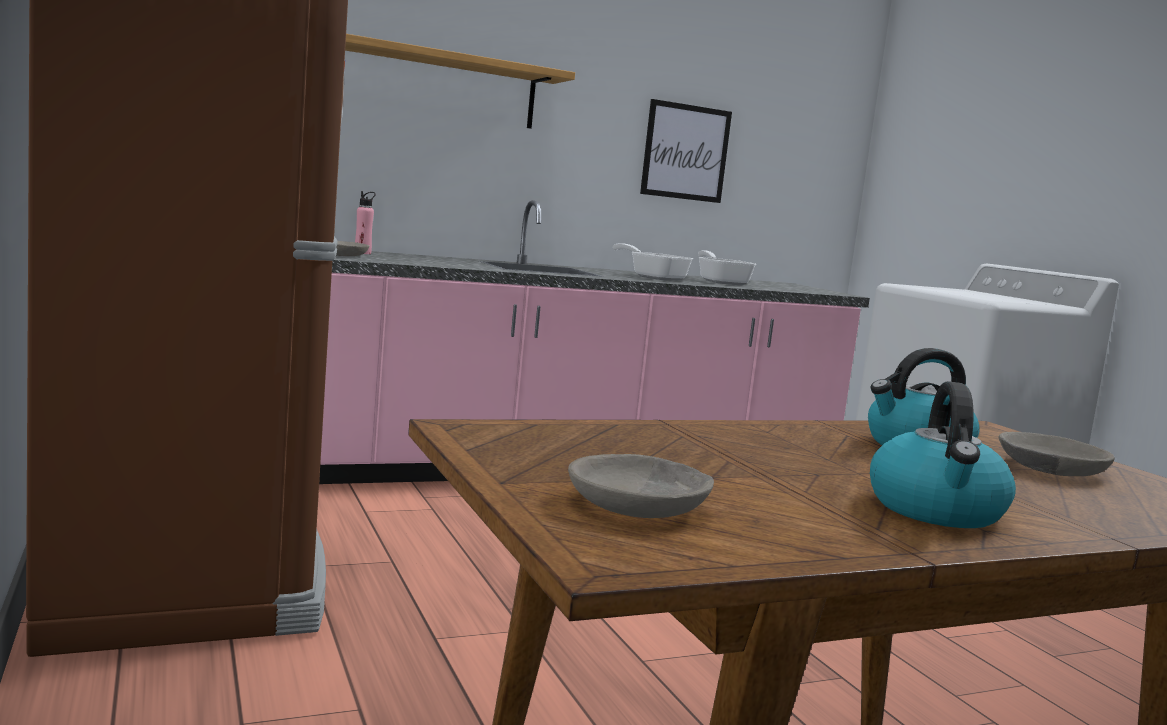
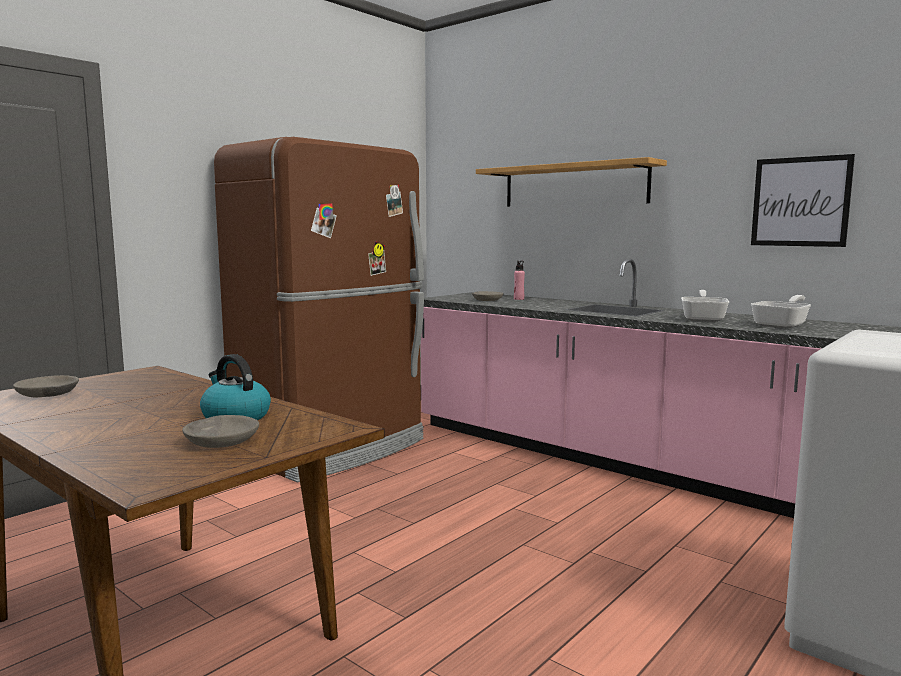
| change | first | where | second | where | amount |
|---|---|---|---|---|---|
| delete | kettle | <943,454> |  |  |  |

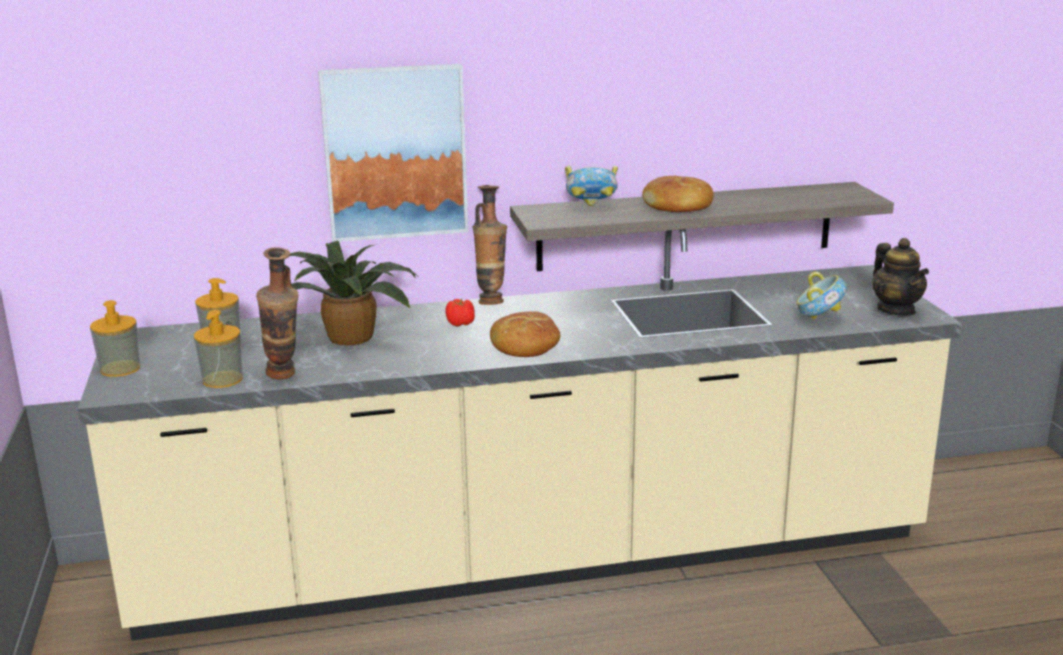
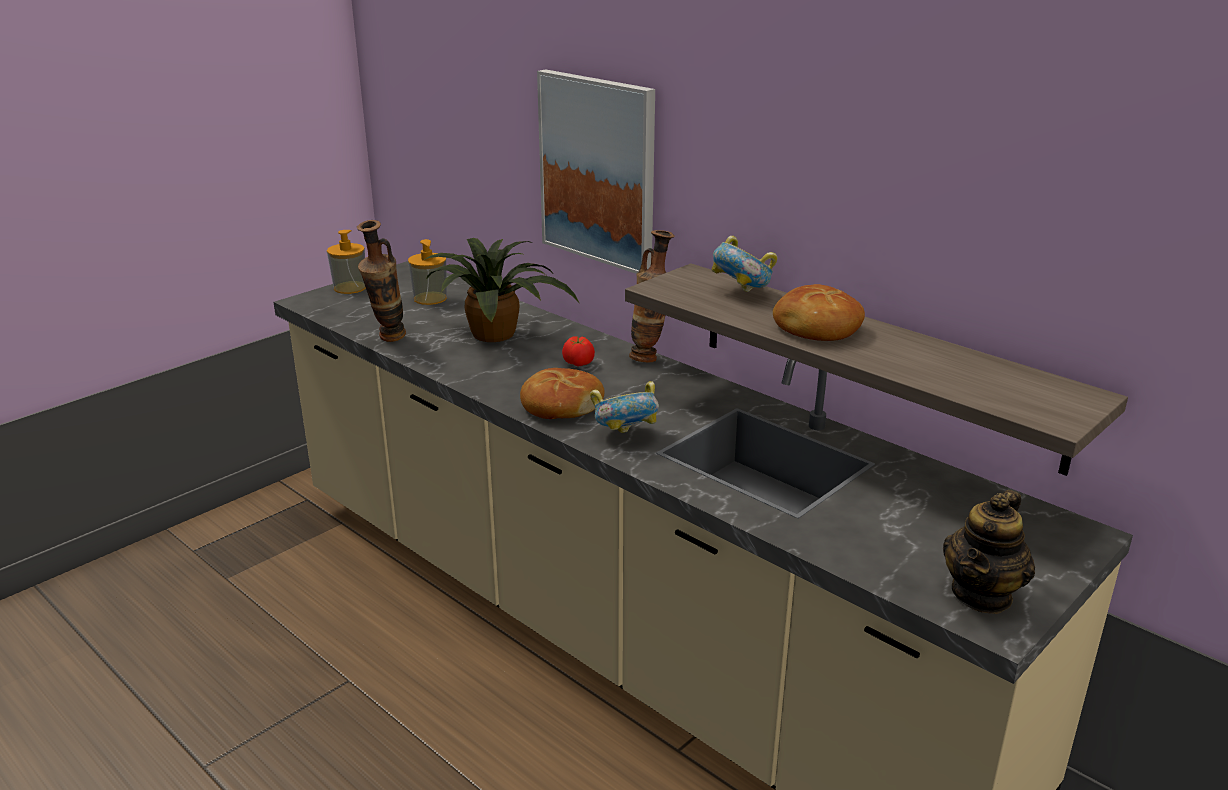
| change | first | where | second | where | amount |
|---|---|---|---|---|---|
| delete | soap_dispenser | <218,349> |  |  |  |
| move | bowl | <821,295> |  | <624,407> |  |

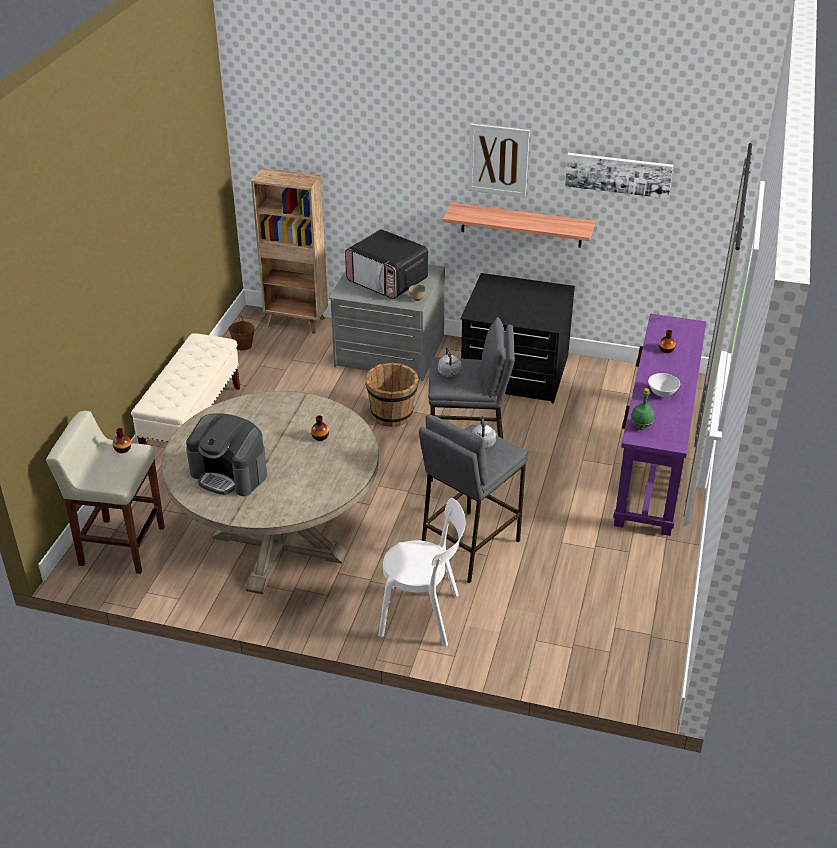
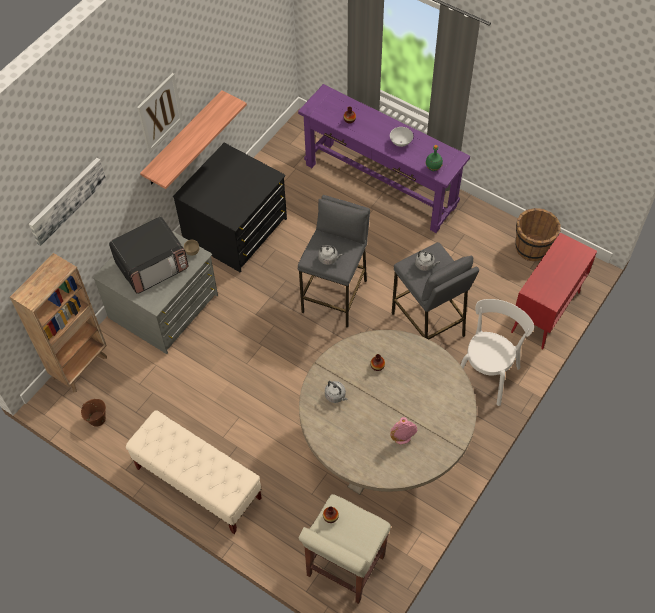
| change | first | where | second | where | amount |
|---|---|---|---|---|---|
| replace | coffee_machine | <226,454> | pink_vase | <403,430> |  |
| move | brown_bucket | <392,395> |  | <537,234> |  |
| move | picture | <619,176> |  | <67,202> |  |
| insert |  |  | grey_kettle | <336,392> |  |
| insert |  |  | red_cabinet | <554,291> |  |

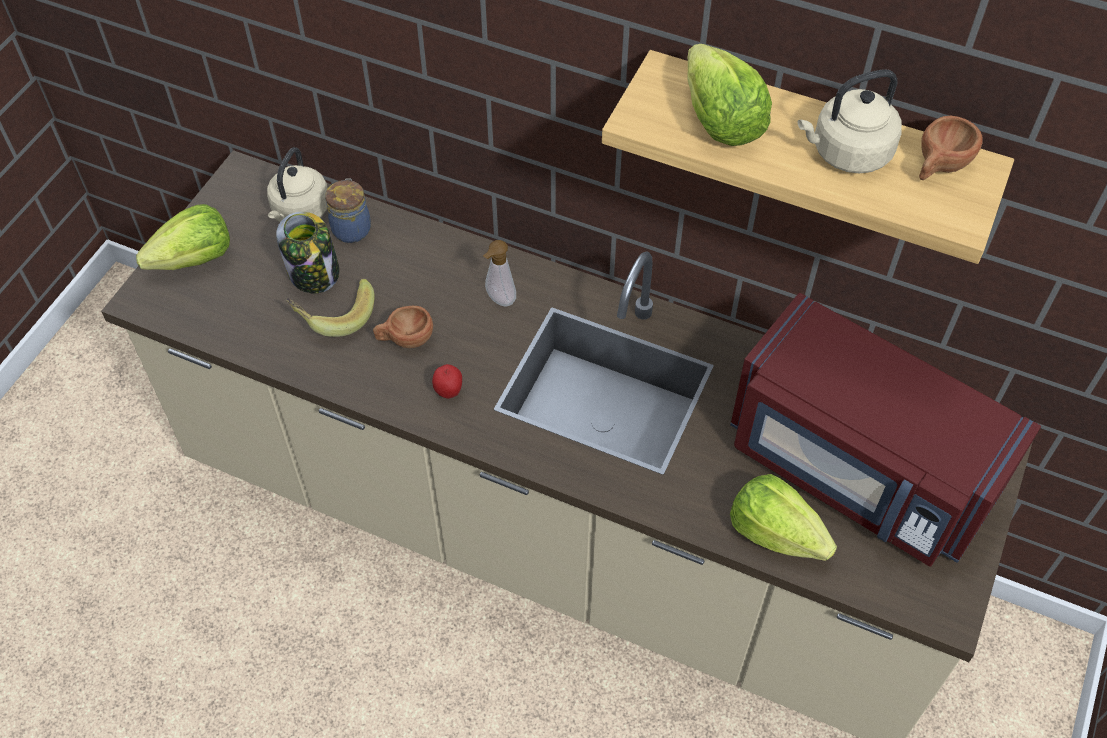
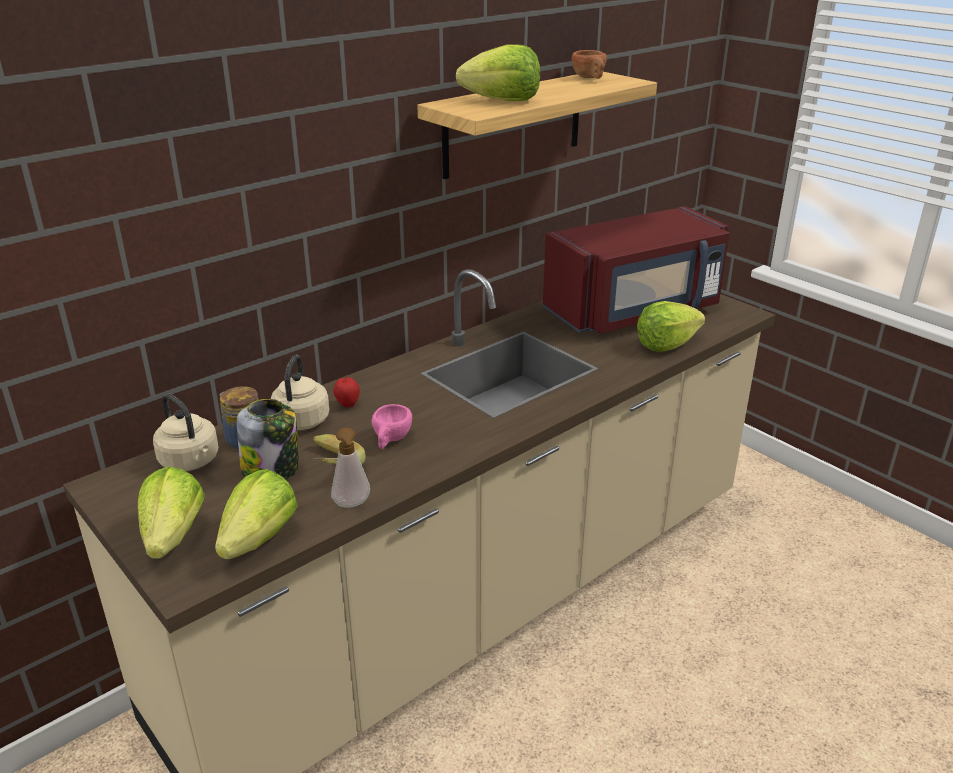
| change | first | where | second | where | amount |
|---|---|---|---|---|---|
| recolor | brown_cup | <403,327> | pink_cup | <391,426> |  |
| move | apple | <447,381> |  | <346,391> |  |
| move | soap_dispenser | <499,273> |  | <350,468> |  |
| move | beige_kettle | <850,122> |  | <300,392> |  |
| insert |  |  | lettuce | <256,514> |  |

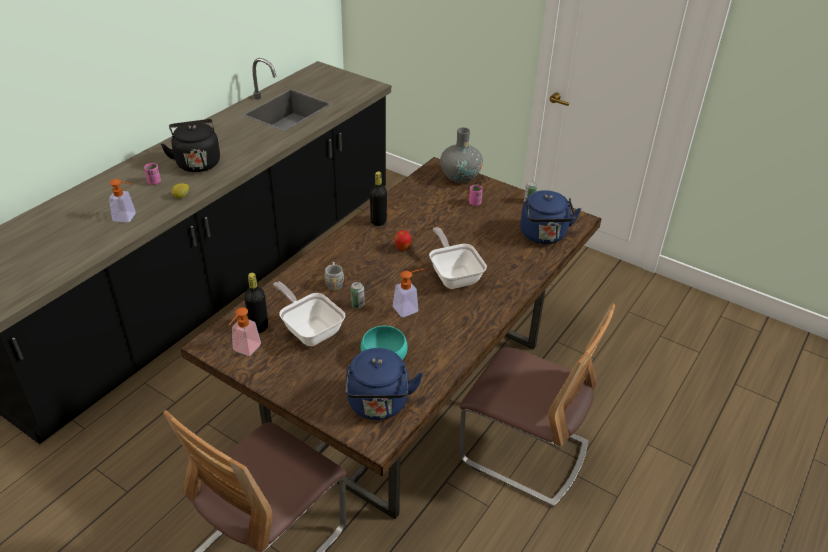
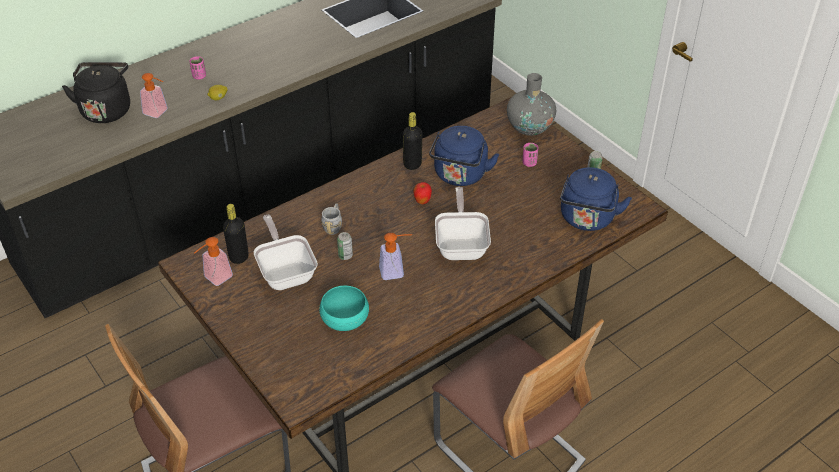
| change | first | where | second | where | amount |
|---|---|---|---|---|---|
| move | black_kettle | <190,145> |  | <96,92> |  |
| move | blue_kettle | <384,384> |  | <464,156> |  |

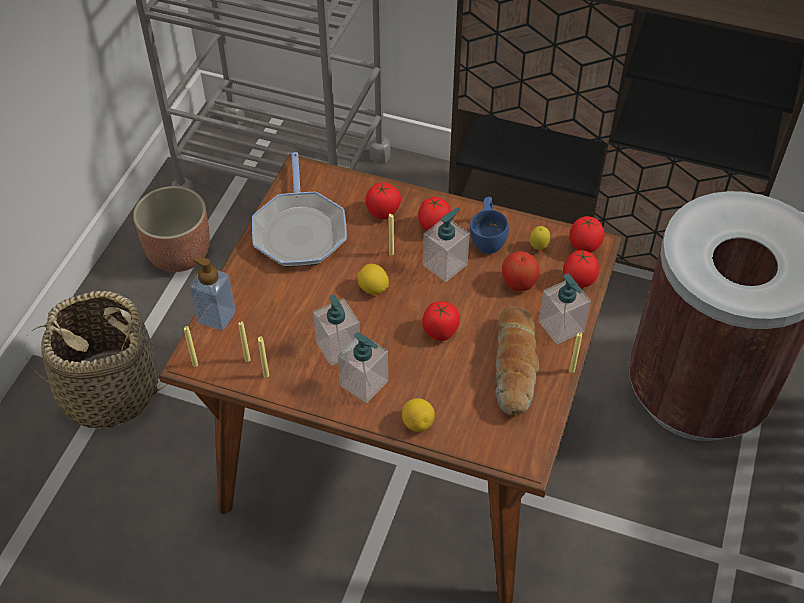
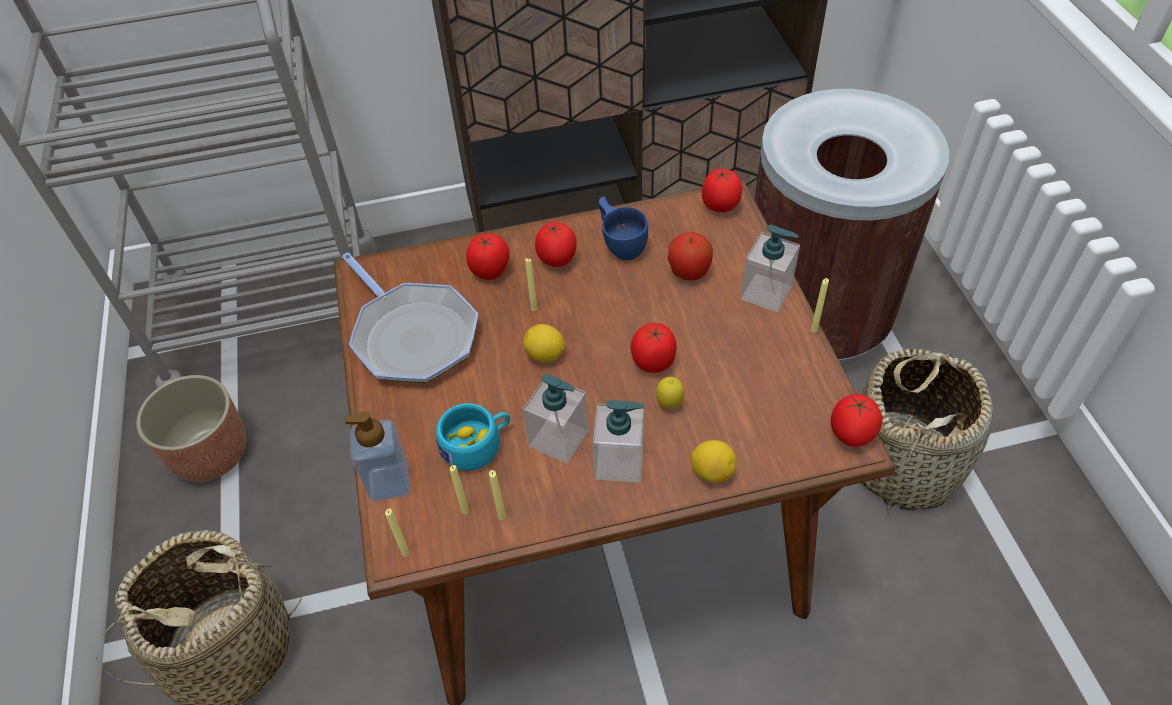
| change | first | where | second | where | amount |
|---|---|---|---|---|---|
| delete | soap_dispenser | <446,245> |  |  |  |
| delete | bread | <517,361> |  |  |  |
| move | lemon | <540,238> |  | <670,393> |  |
| move | tomato | <581,268> |  | <856,420> |  |
| insert |  |  | turquoise_cup | <473,437> |  |
| insert |  |  | basket | <926,429> |  |

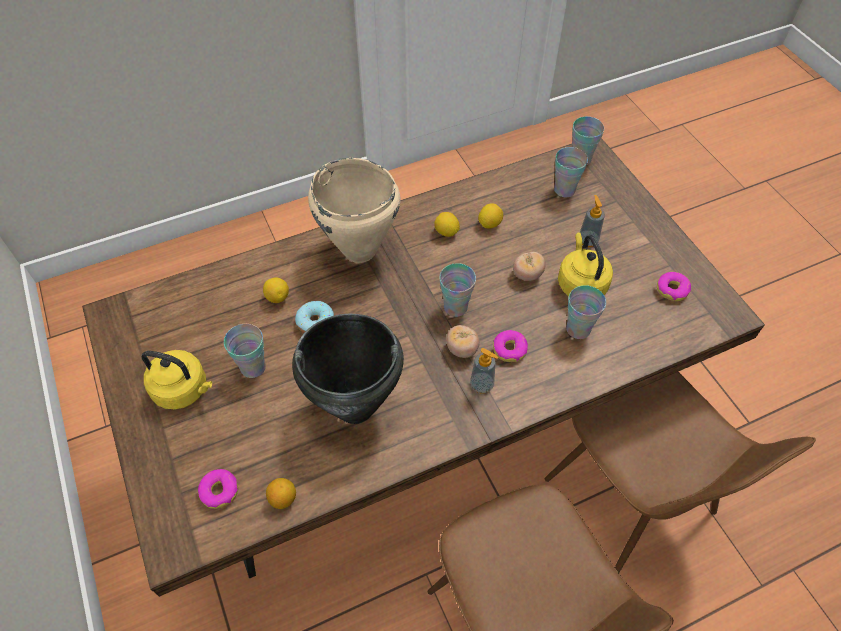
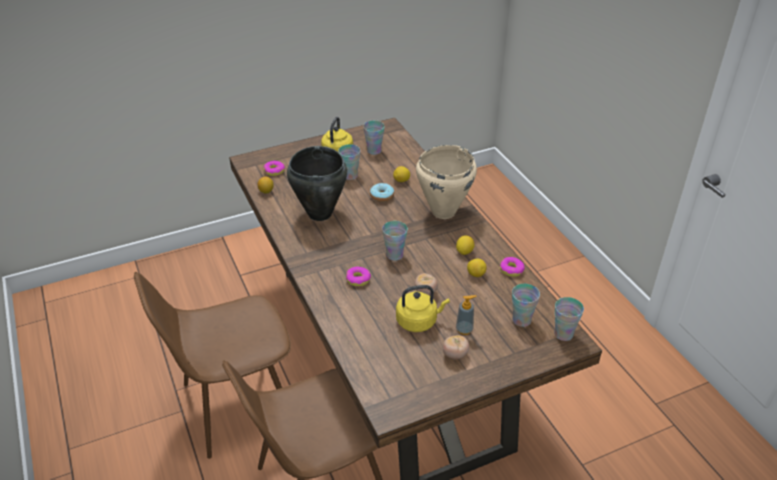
| change | first | where | second | where | amount |
|---|---|---|---|---|---|
| move | tomato | <463,341> |  | <456,347> |  |
| delete | soap_dispenser | <484,370> |  |  |  |
| move | cup | <586,312> |  | <374,138> |  |
| move | donut | <674,286> |  | <512,267> |  |

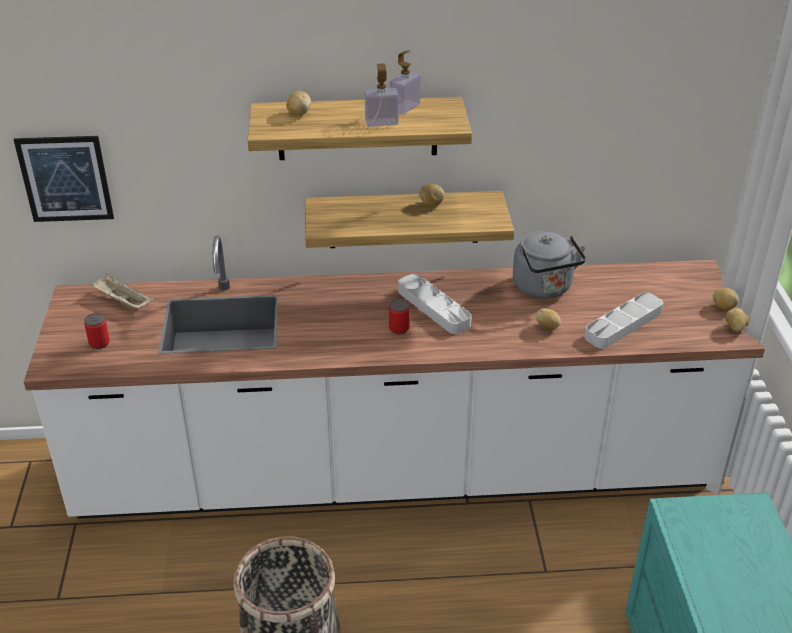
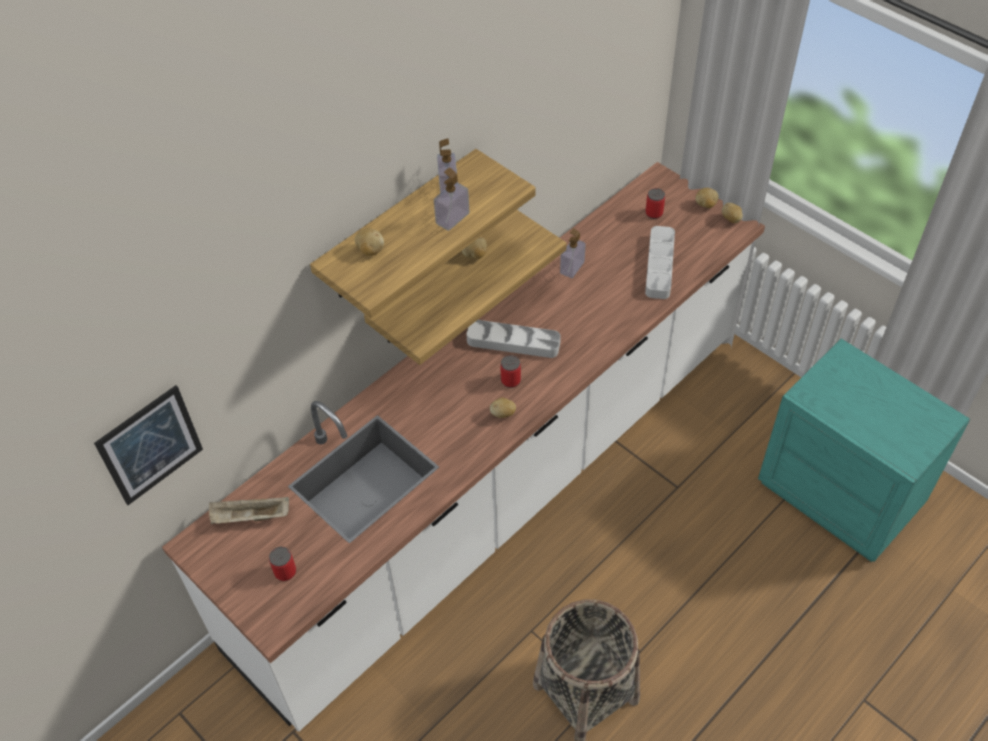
| change | first | where | second | where | amount |
|---|---|---|---|---|---|
| replace | grey_kettle | <549,265> | soap_dispenser | <573,253> |  |
| move | potato | <548,319> |  | <503,408> |  |
| insert |  |  | can | <655,203> |  |

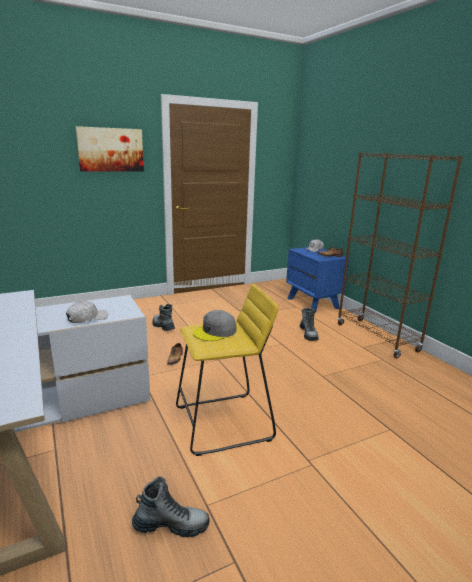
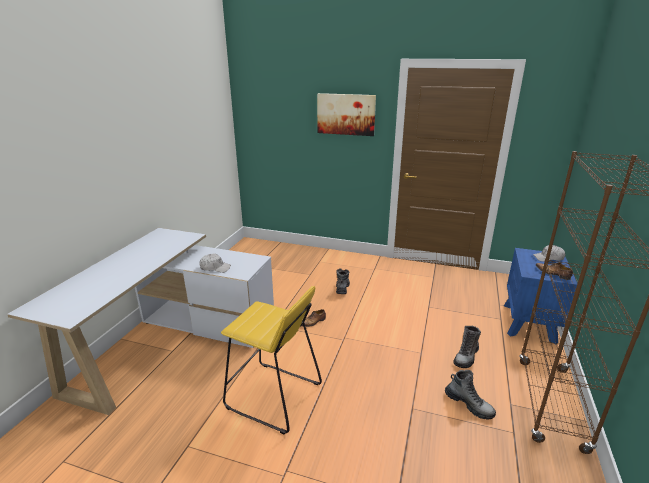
| change | first | where | second | where | amount |
|---|---|---|---|---|---|
| move | boot | <171,506> |  | <470,395> |  |
| delete | grey_cap | <215,325> |  |  |  |

